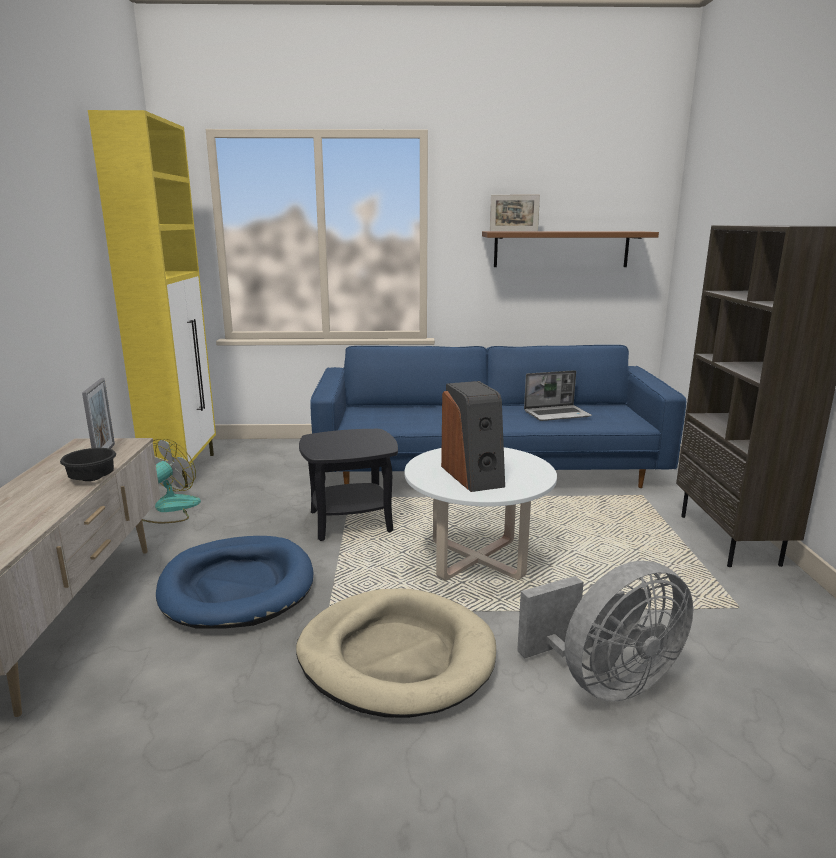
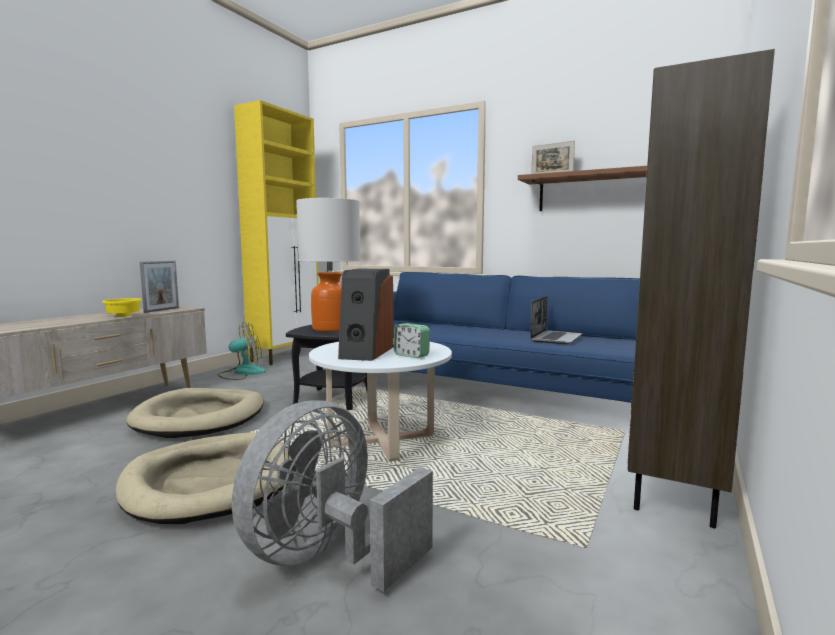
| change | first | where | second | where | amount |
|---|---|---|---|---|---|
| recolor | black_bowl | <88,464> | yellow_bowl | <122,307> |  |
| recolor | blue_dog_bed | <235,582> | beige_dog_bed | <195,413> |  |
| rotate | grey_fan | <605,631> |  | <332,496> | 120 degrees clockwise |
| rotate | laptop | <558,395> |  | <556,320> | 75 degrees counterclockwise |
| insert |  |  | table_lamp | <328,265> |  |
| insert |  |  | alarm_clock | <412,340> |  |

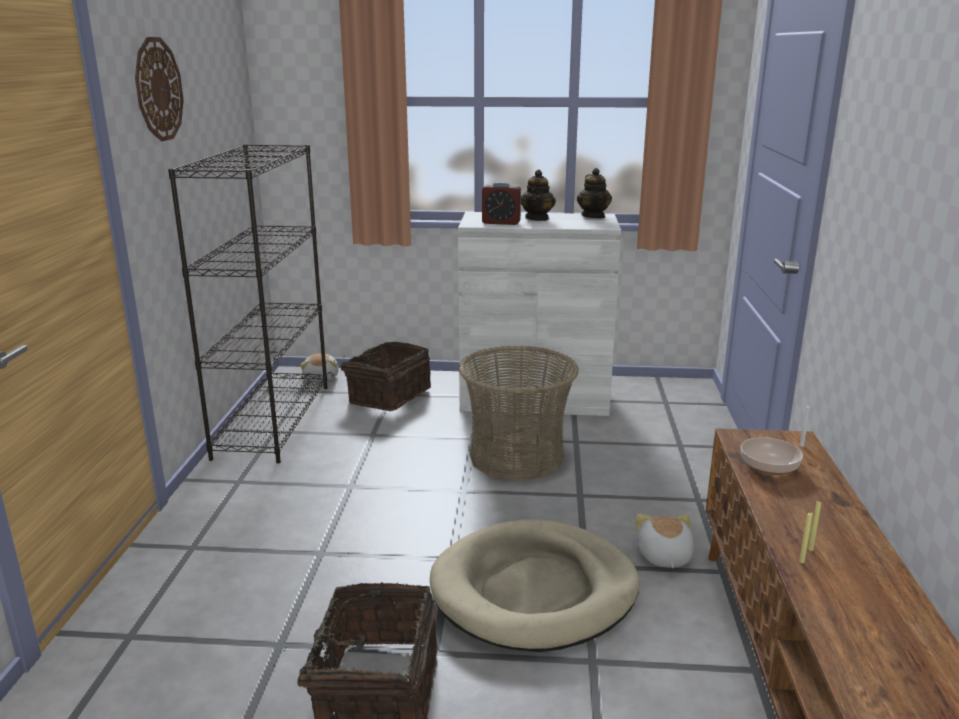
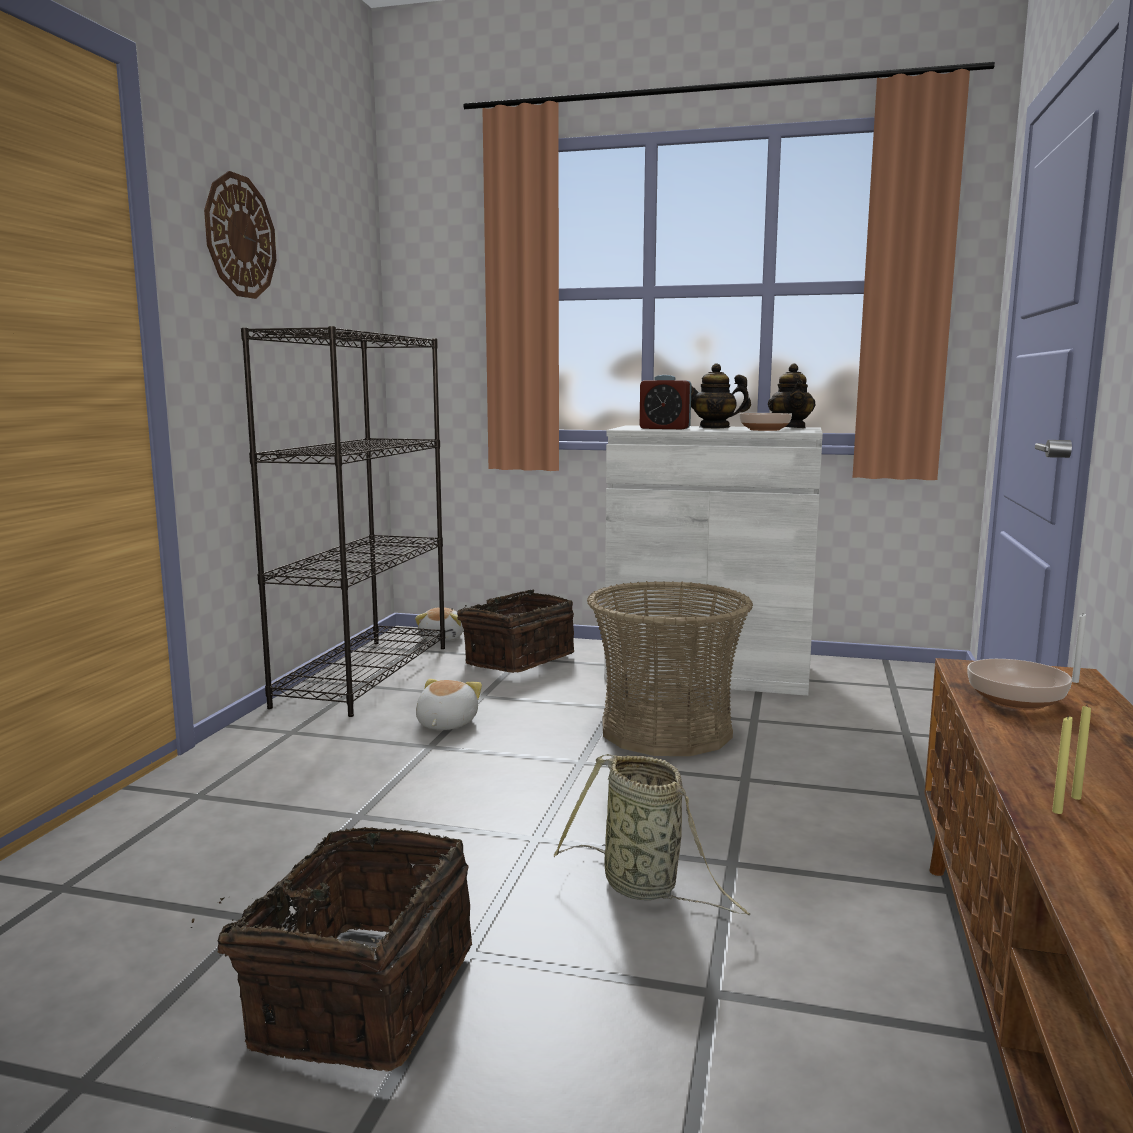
| change | first | where | second | where | amount |
|---|---|---|---|---|---|
| replace | beige_dog_bed | <535,586> | basket | <652,834> |  |
| rotate | teapot | <538,195> |  | <721,396> | 75 degrees clockwise |
| move | plush_toy | <665,541> |  | <449,704> |  |
| insert |  |  | bowl | <765,422> |  |

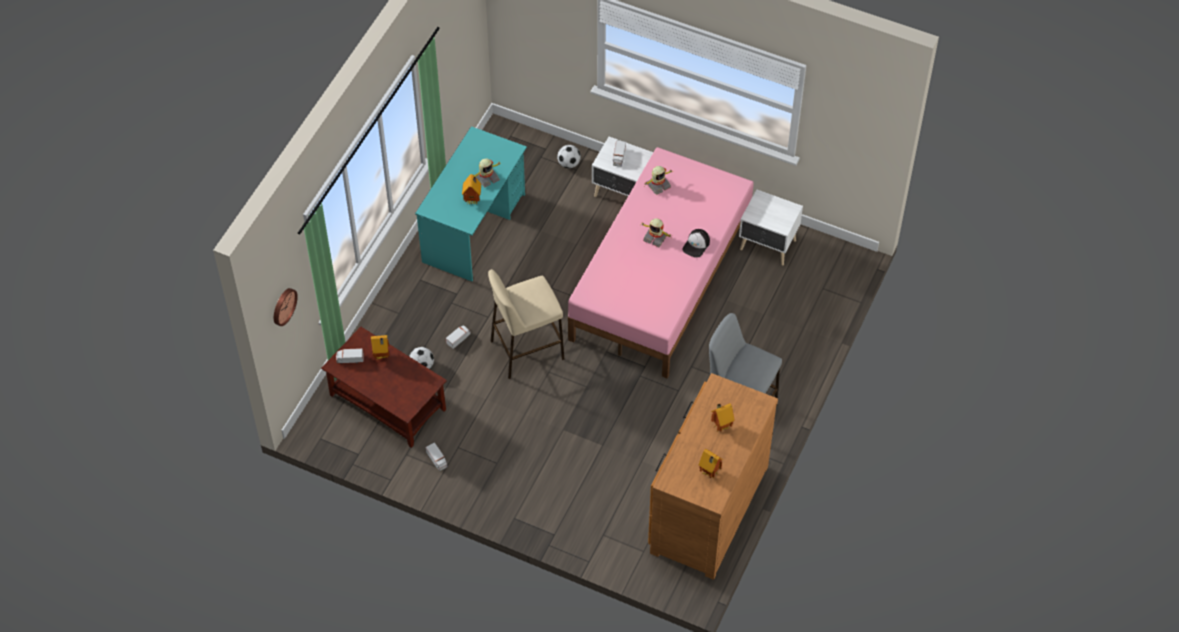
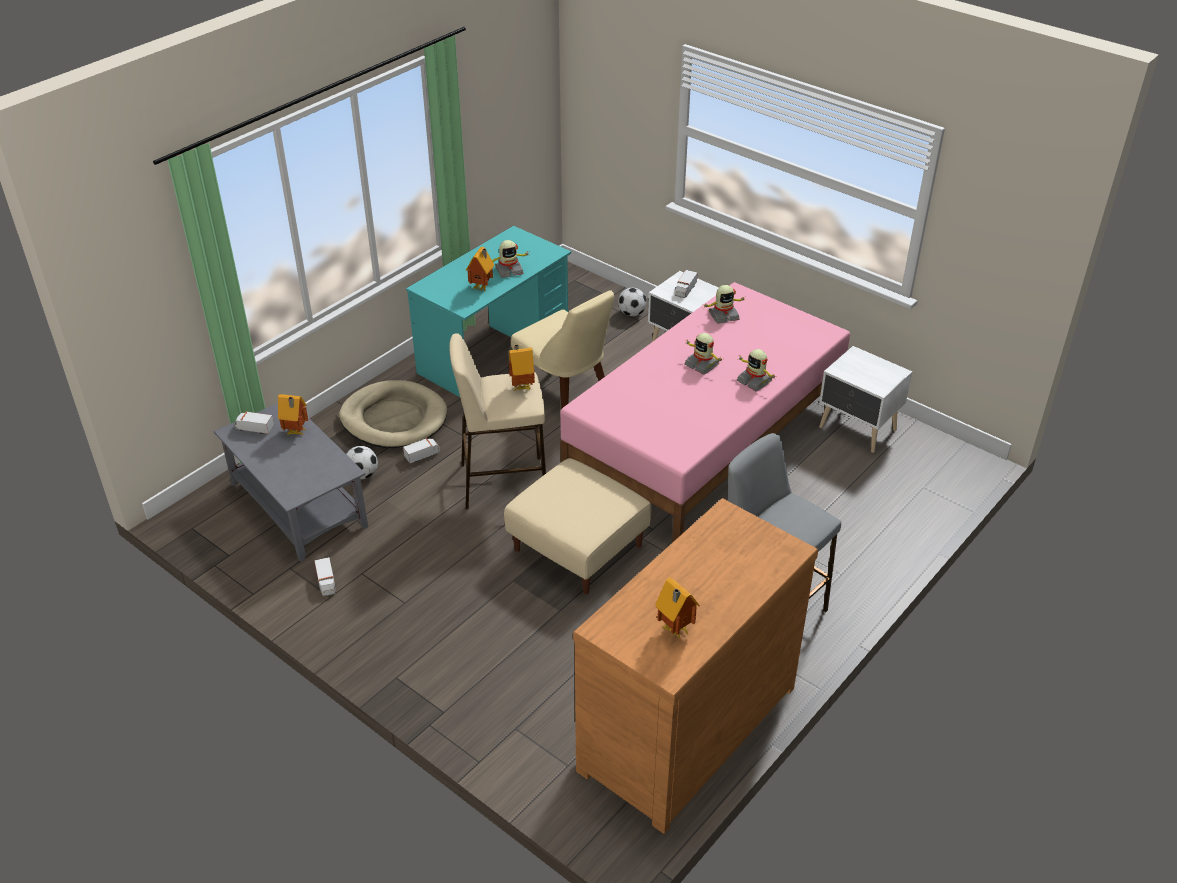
| change | first | where | second | where | amount |
|---|---|---|---|---|---|
| delete | wall_clock | <286,307> |  |  |  |
| recolor | brown_coffee_table | <384,387> | grey_coffee_table | <291,482> |  |
| replace | cap | <696,243> | toy_robot | <756,370> |  |
| move | toy_house | <723,417> |  | <522,368> |  |
| insert |  |  | beige_dog_bed | <393,414> |  |
| insert |  |  | beige_ottoman | <578,526> |  |
| insert |  |  | beige_chair | <562,349> |  |

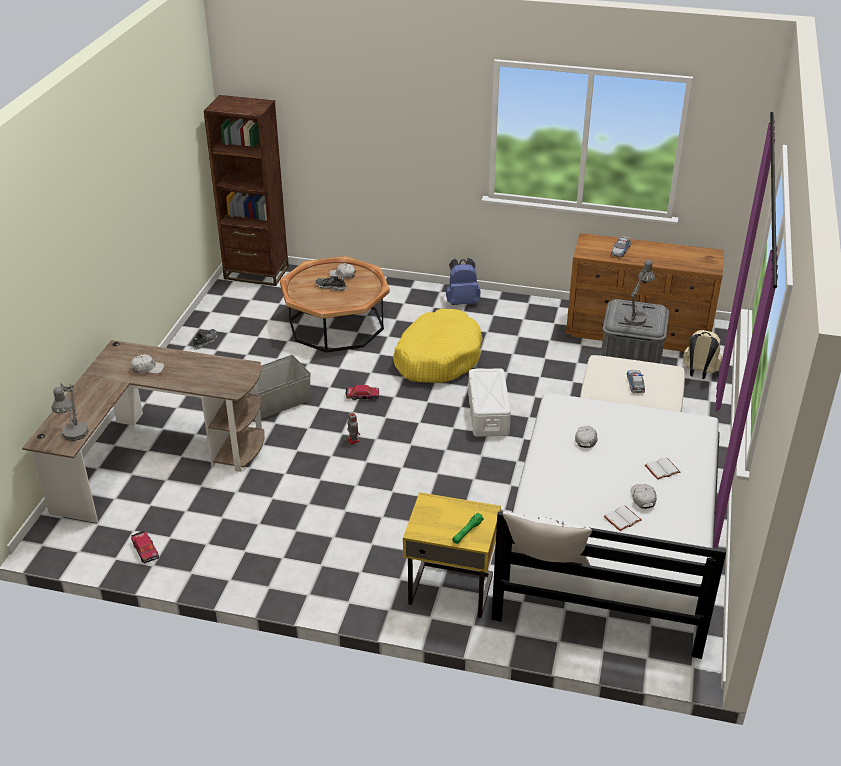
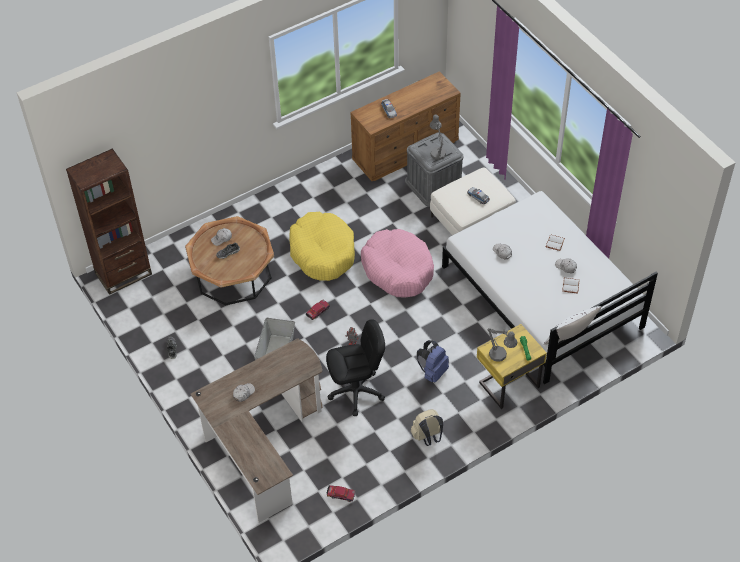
| change | first | where | second | where | amount |
|---|---|---|---|---|---|
| move | grey_table_lamp | <70,412> |  | <502,345> |  |
| move | blue_backpack | <463,281> |  | <433,361> |  |
| replace | white_storage_box | <489,402> | pink_dog_bed | <397,263> |  |
| move | beige_backpack | <702,354> |  | <427,427> |  |
| insert |  |  | black_office_chair | <355,367> |  |

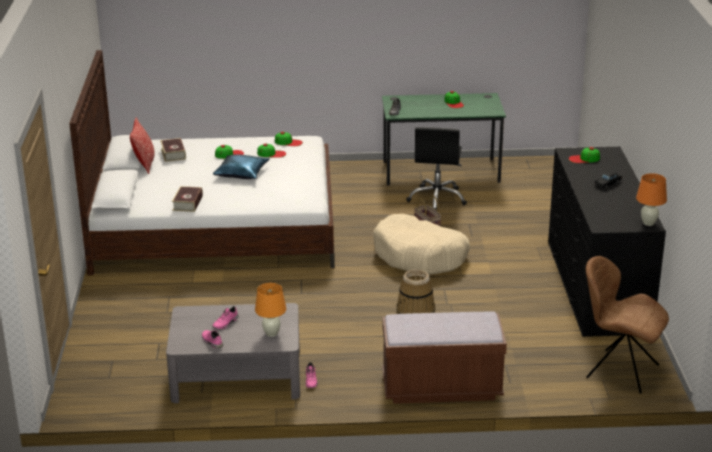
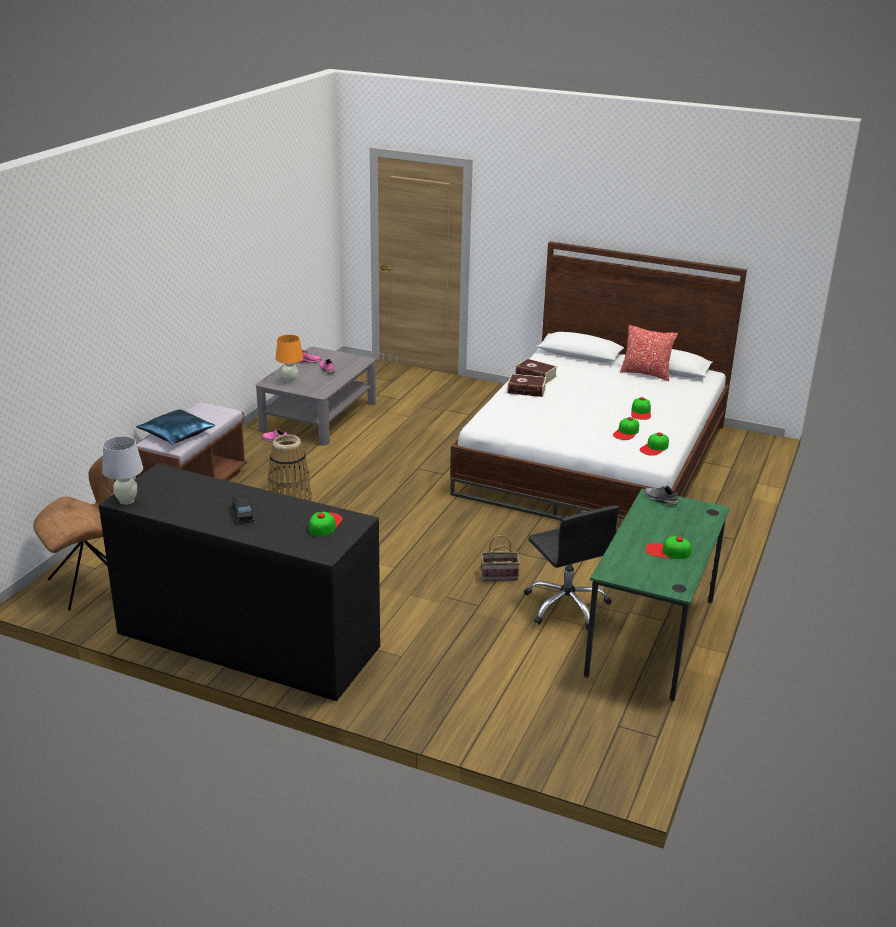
| change | first | where | second | where | amount |
|---|---|---|---|---|---|
| move | book | <173,150> |  | <527,385> |  |
| move | blue_pillow | <241,166> |  | <175,426> |  |
| delete | beige_dog_bed | <421,244> |  |  |  |
| rotate | black_office_chair | <436,168> |  | <571,567> | 150 degrees counterclockwise |
| recolor | orange_table_lamp | <651,199> | white_table_lamp | <122,470> |  |

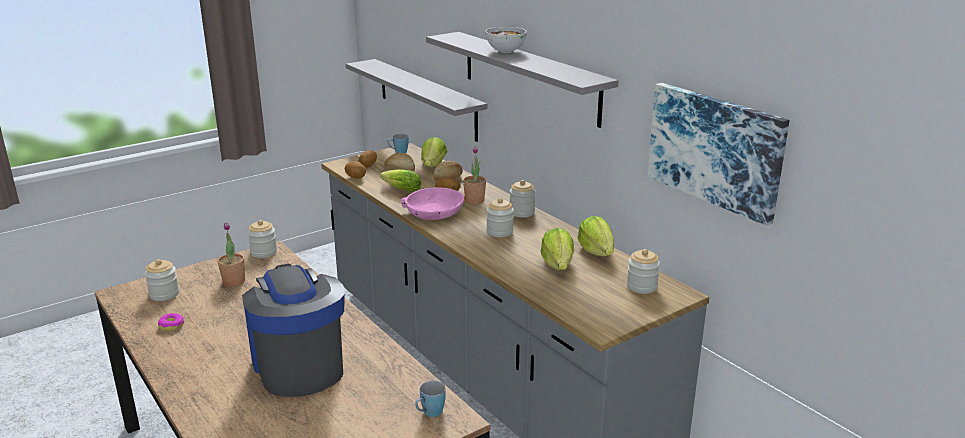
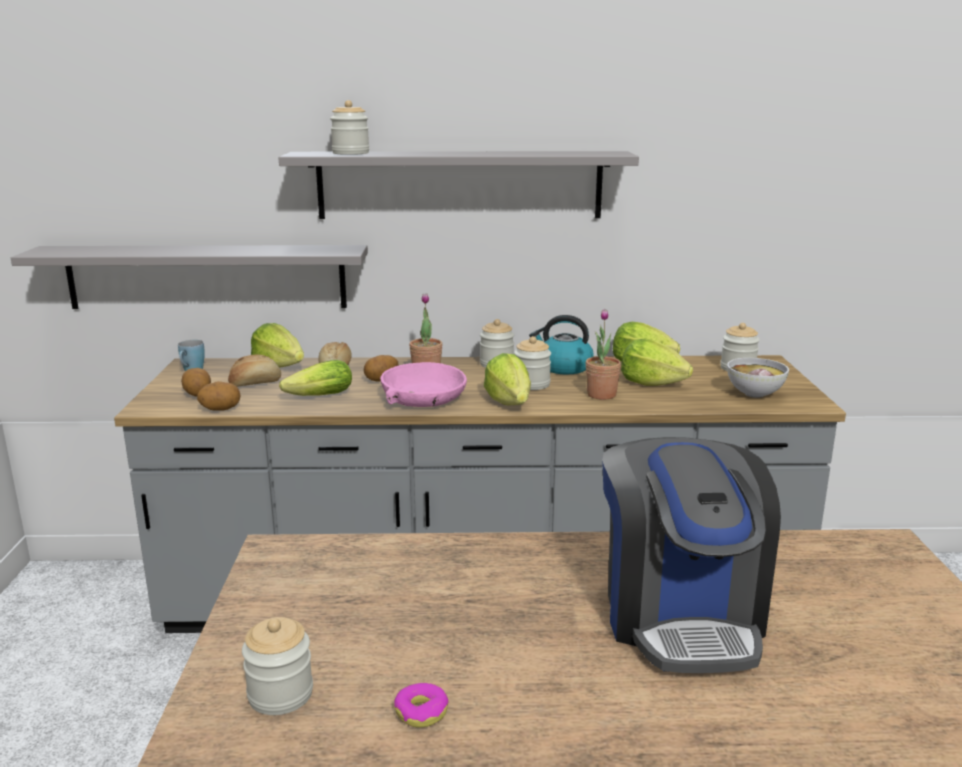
| change | first | where | second | where | amount |
|---|---|---|---|---|---|
| move | potted_plant | <231,254> |  | <603,354> |  |
| rotate | coffee_machine | <293,330> |  | <691,555> | 105 degrees counterclockwise |
| move | jar | <262,239> |  | <349,127> |  |
| delete | blue_mug | <430,399> |  |  |  |
| move | bowl | <506,40> |  | <758,378> |  |
| delete | picture | <718,154> |  |  |  |
| insert |  |  | lettuce | <507,379> |  |
| insert |  |  | kettle | <561,344> |  |

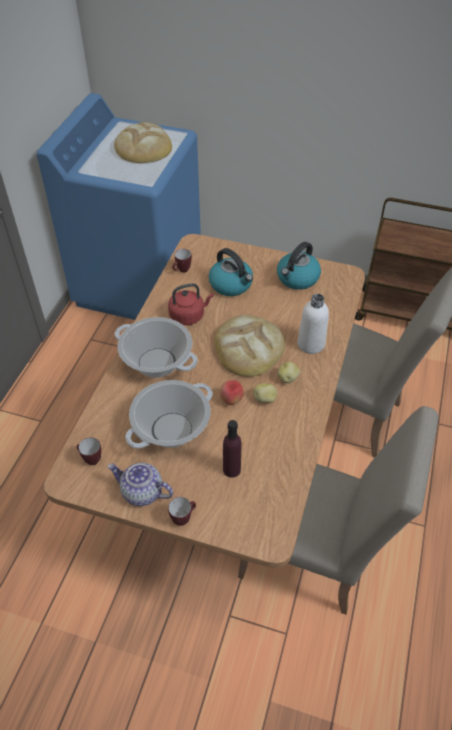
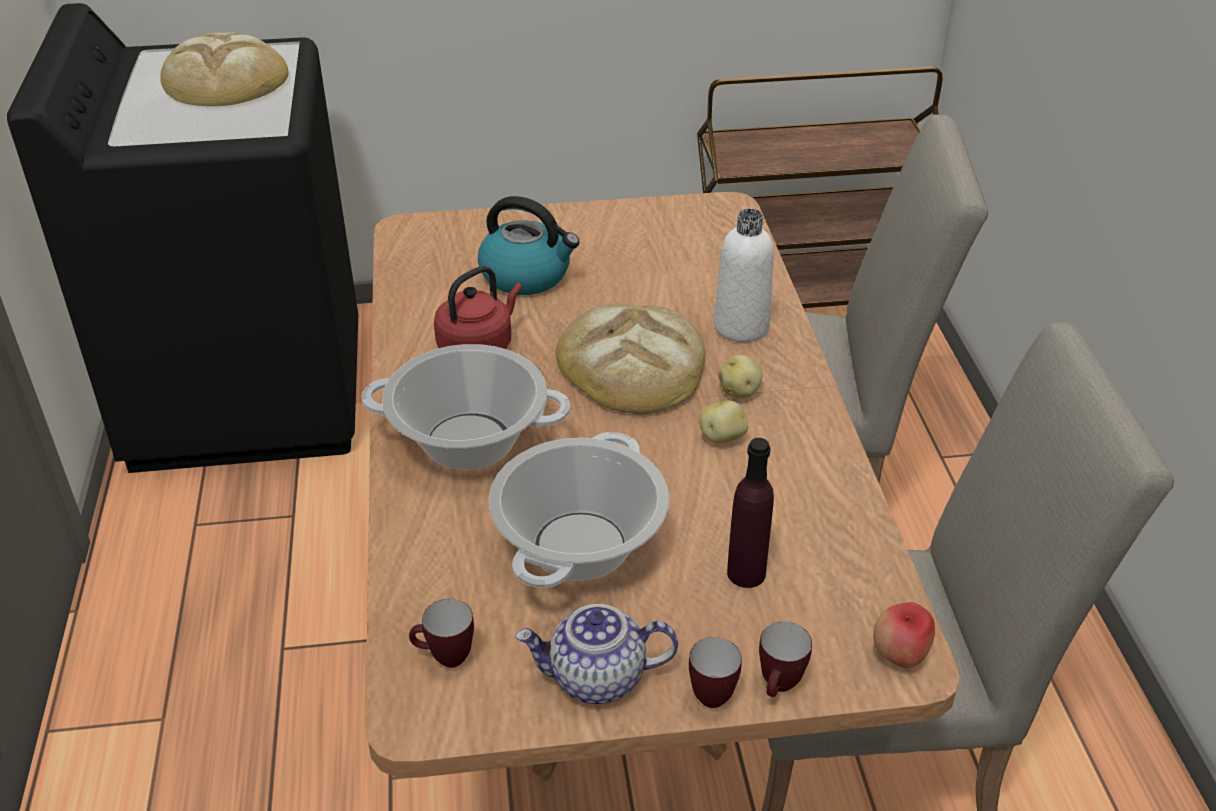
| change | first | where | second | where | amount |
|---|---|---|---|---|---|
| recolor | blue_washing_machine | <119,206> | black_washing_machine | <182,238> |  |
| move | mug | <182,261> |  | <785,659> |  |
| move | apple | <232,392> |  | <904,635> |  |
| delete | kettle | <299,266> |  |  |  |

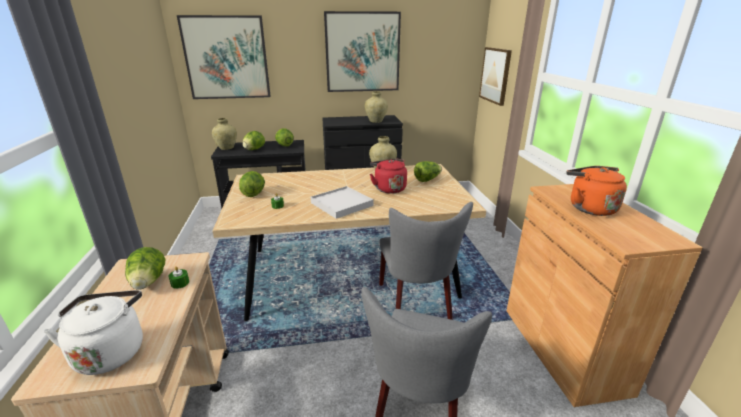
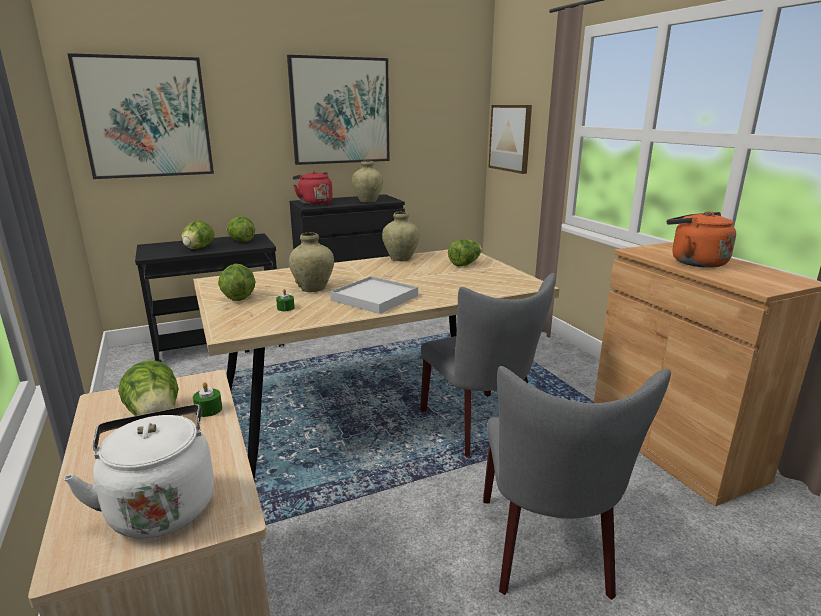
| change | first | where | second | where | amount |
|---|---|---|---|---|---|
| move | beige_vase | <224,134> |  | <311,262> |  |
| move | red_kettle | <388,176> |  | <312,188> |  |

